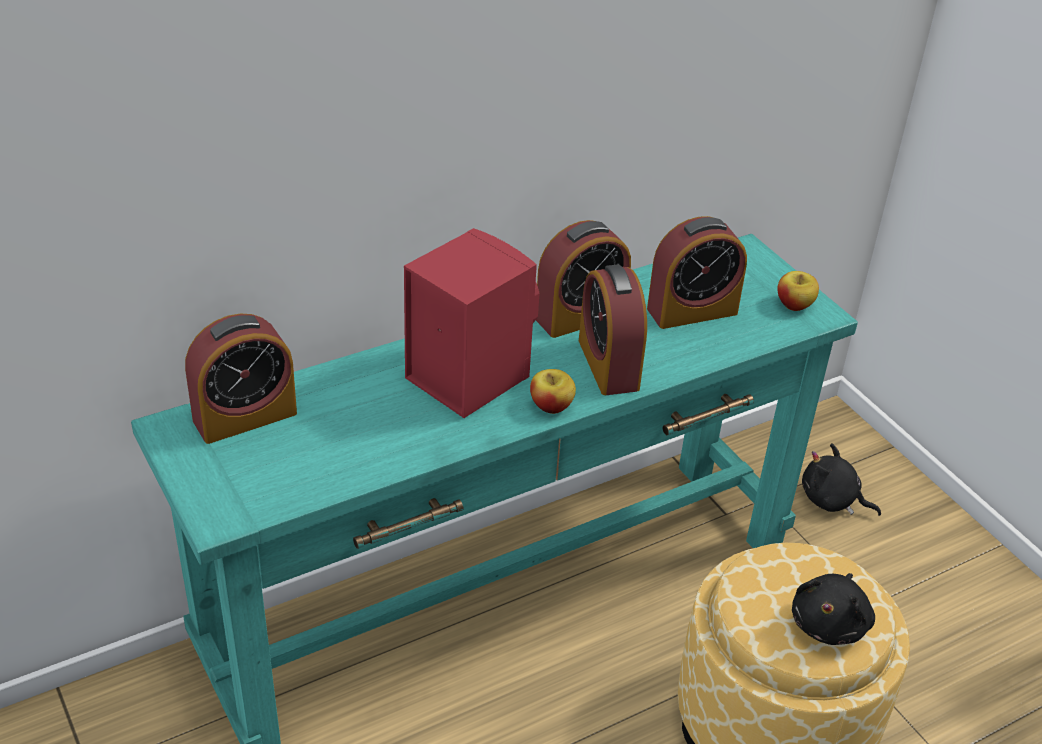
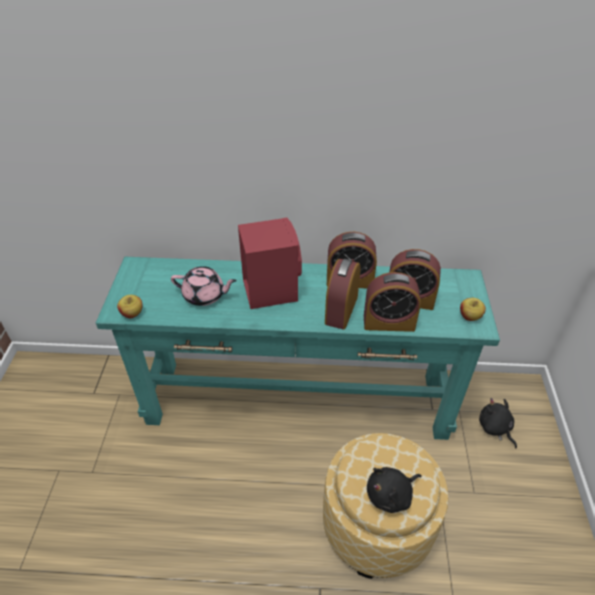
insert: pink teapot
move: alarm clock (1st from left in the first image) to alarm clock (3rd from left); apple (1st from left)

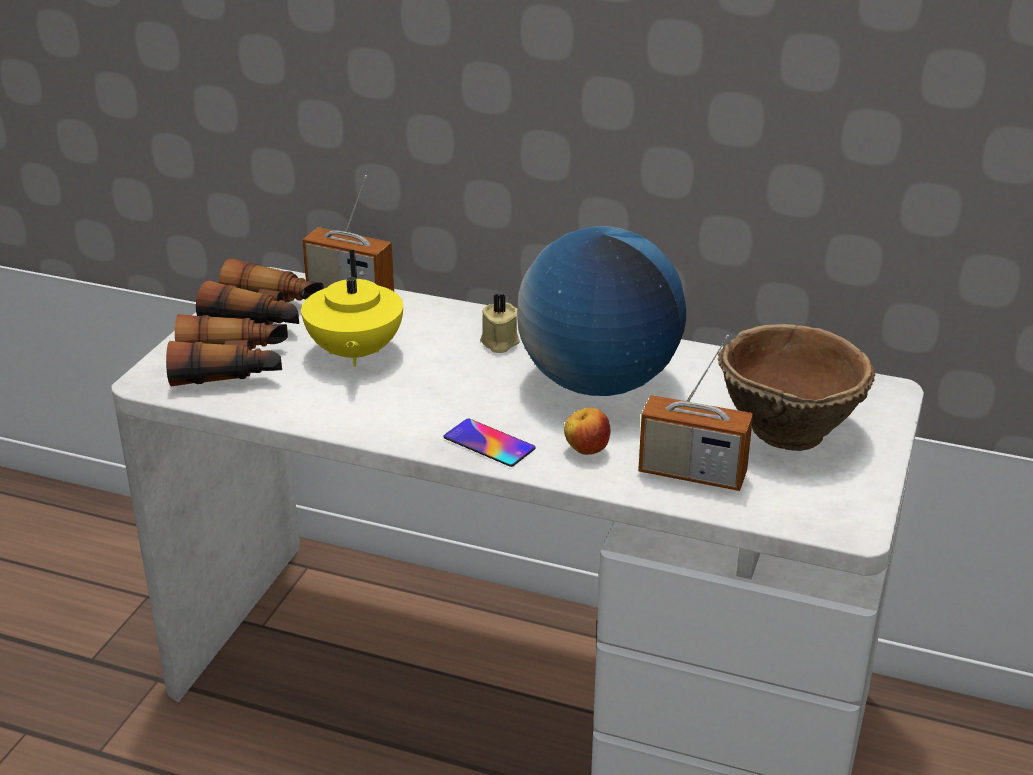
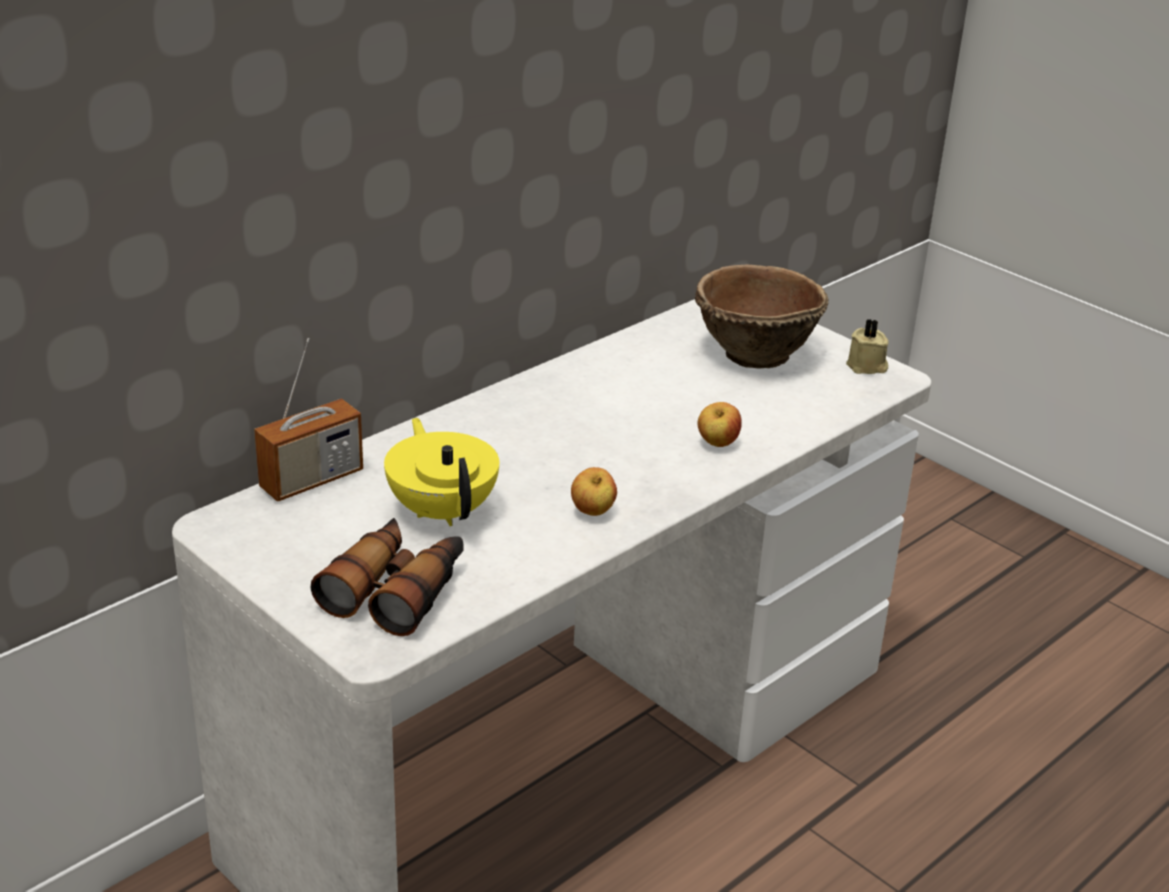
delete: binoculars (2nd from left); phone; globe; radio (2nd from left)
insert: apple (1st from left)
move: beige candle
rotate: yellow teapot 135 degrees counterclockwise

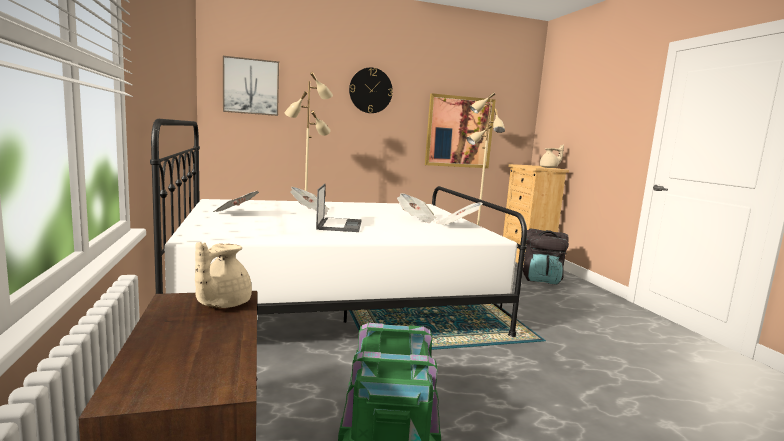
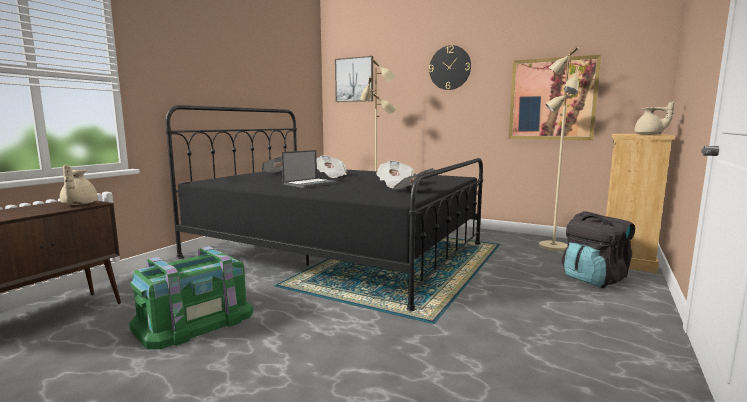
recolor: white bed to black bed
rotate: beige teapot (1st from left) 75 degrees counterclockwise

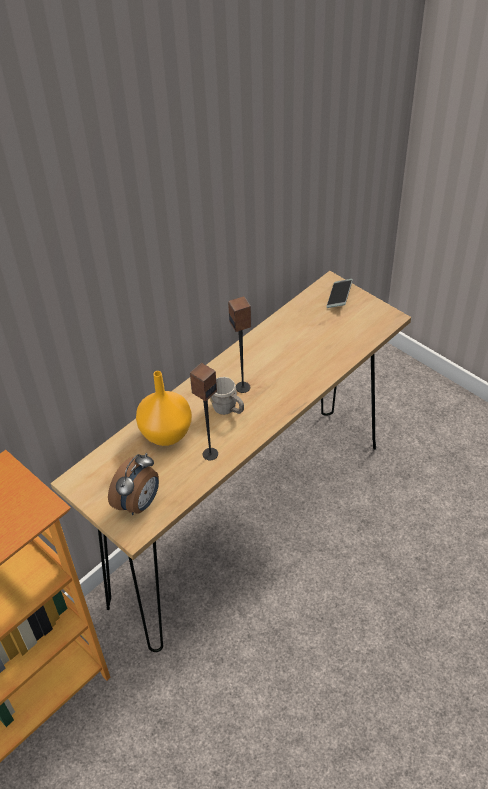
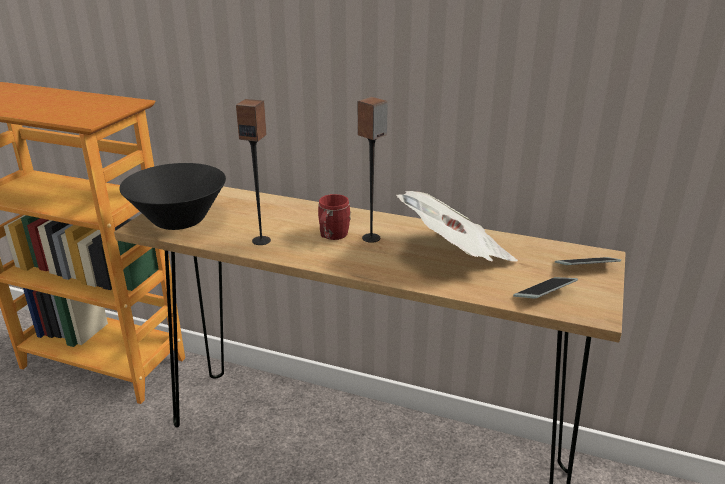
delete: orange vase
insert: newspaper; phone (1st from left)
replace: alarm clock to black bowl
recolor: grey mug to red mug

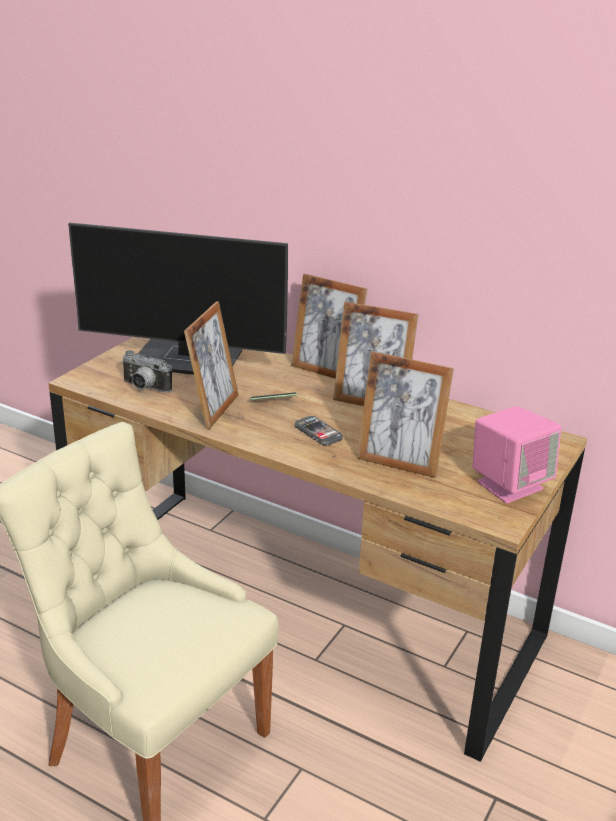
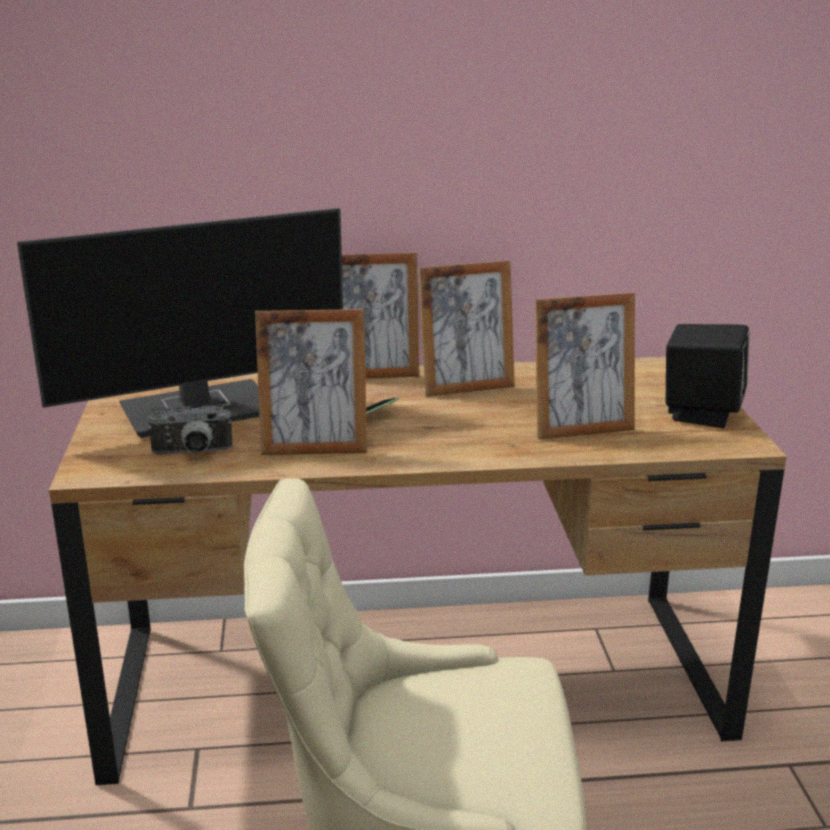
delete: phone (2nd from left)
recolor: pink speaker to black speaker
rotate: picture frame (1st from left) 105 degrees clockwise

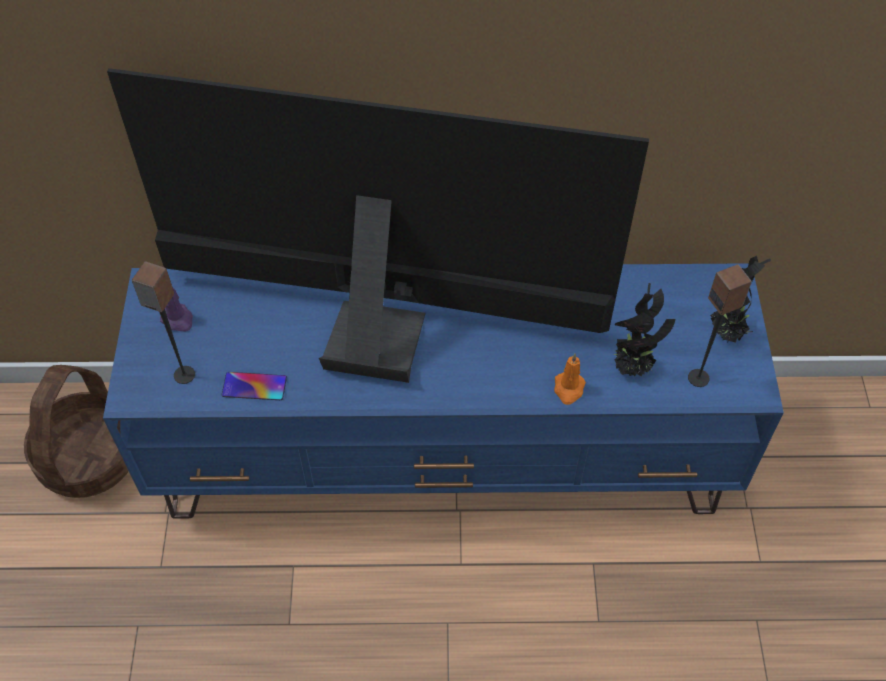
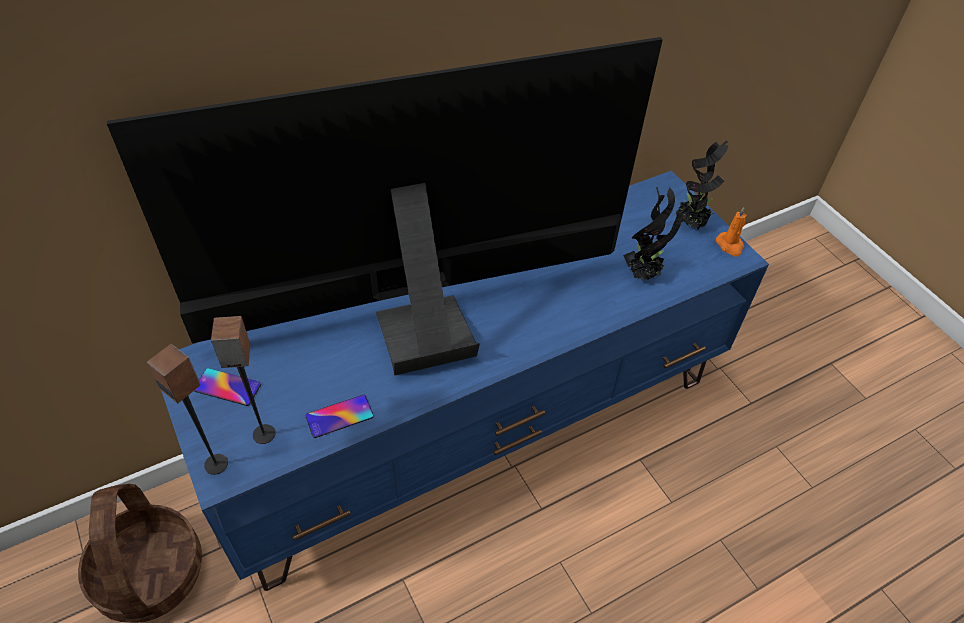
move: orange candle; speaker (2nd from left in the first image) to speaker (1st from left)
replace: purple candle to phone (1st from left)

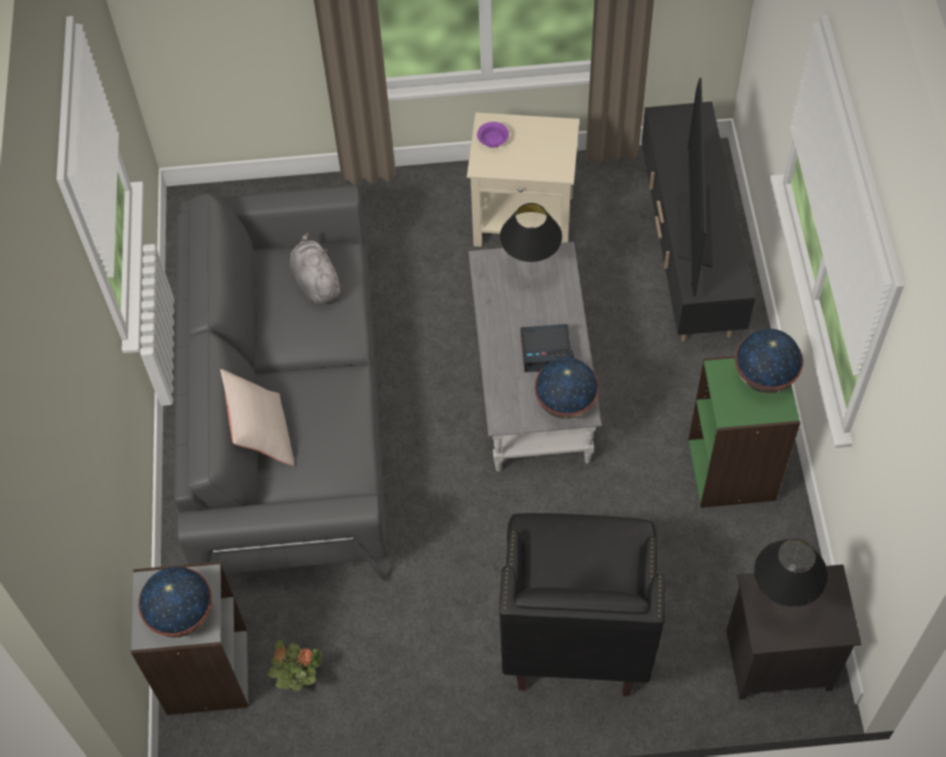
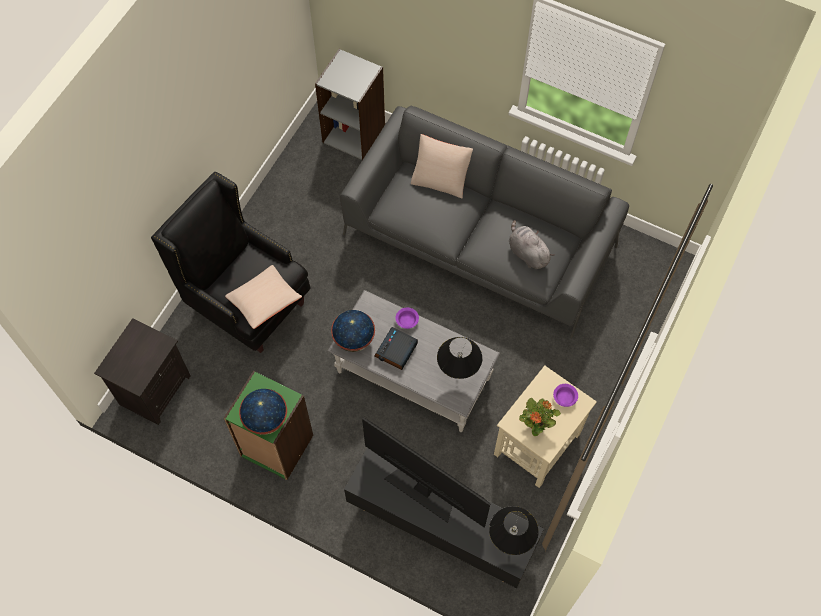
delete: globe (1st from left)
insert: beige pillow (1st from left); purple bowl (1st from left)
move: potted plant; black table lamp (2nd from left)
rotate: grey plush toy 135 degrees counterclockwise

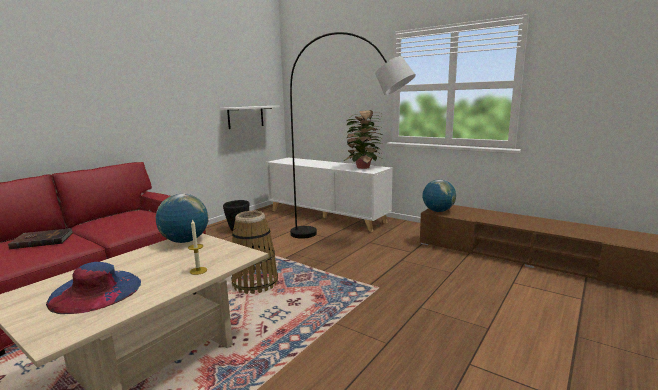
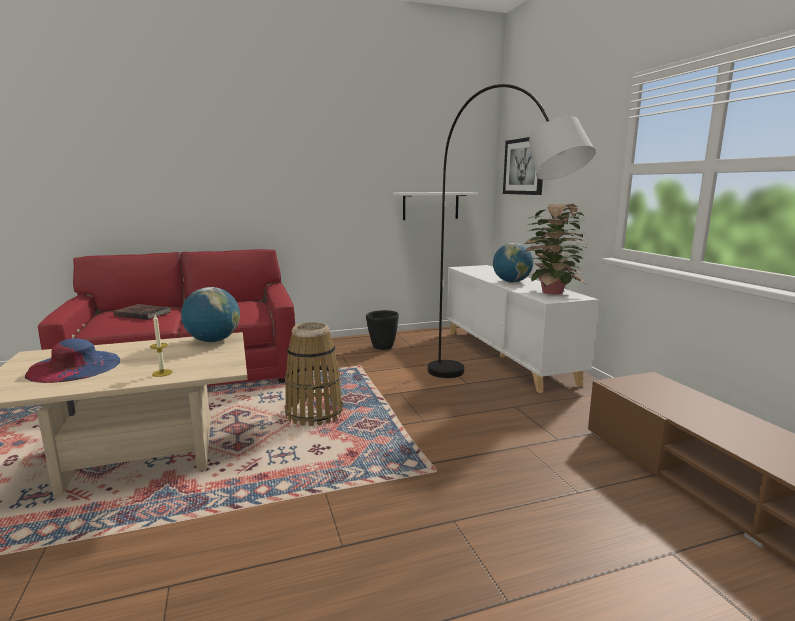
insert: picture
move: globe (2nd from left)

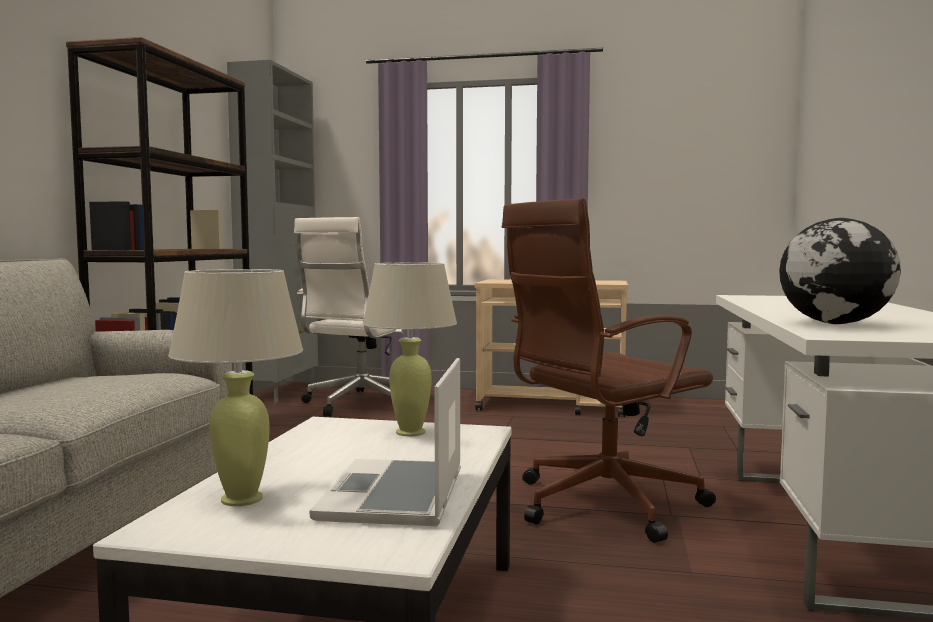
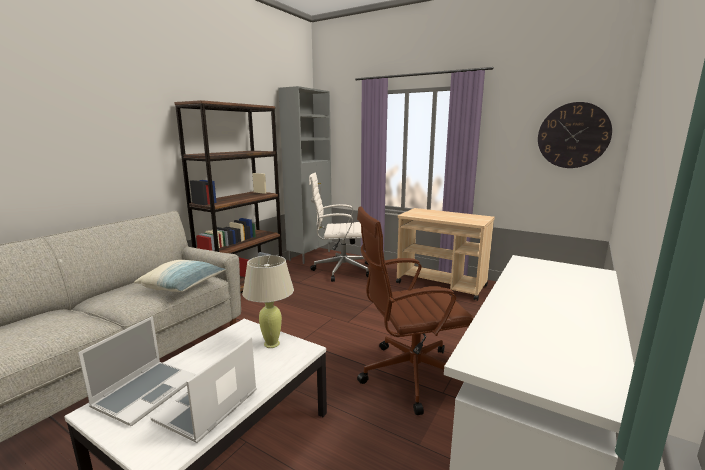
delete: globe
insert: pillow; wall clock
replace: beige table lamp (1st from left) to laptop (1st from left)
rotate: white office chair 45 degrees clockwise

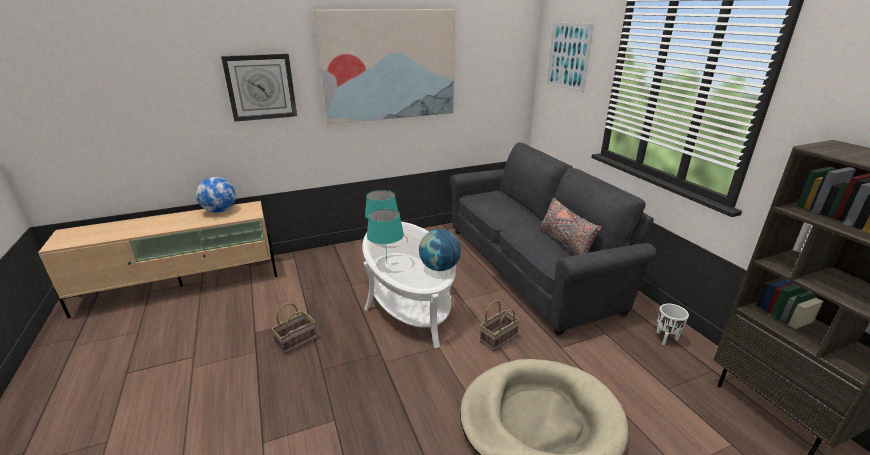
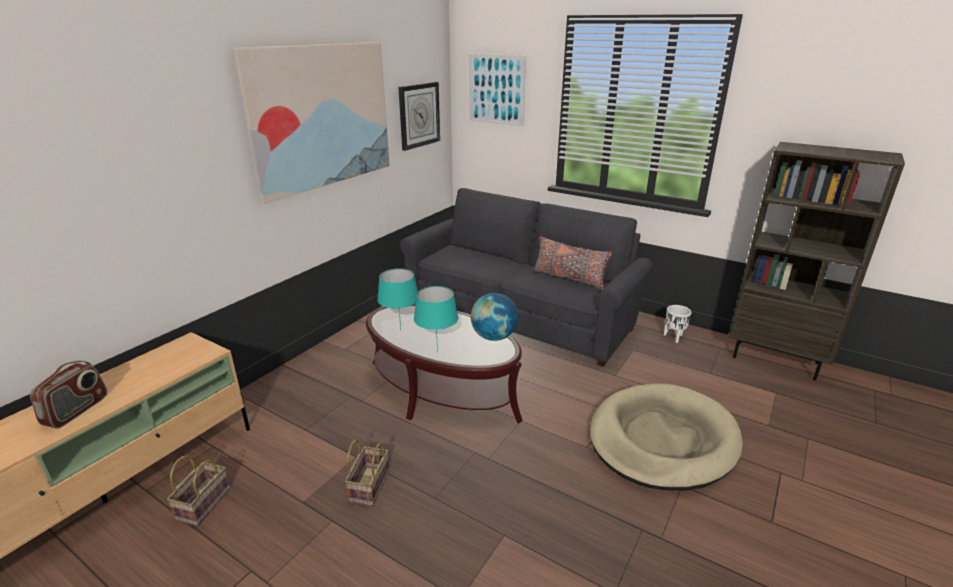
delete: globe (1st from left)
insert: radio
move: wall clock; basket (2nd from left in the first image) to basket (1st from left)
recolor: white coffee table to brown coffee table

